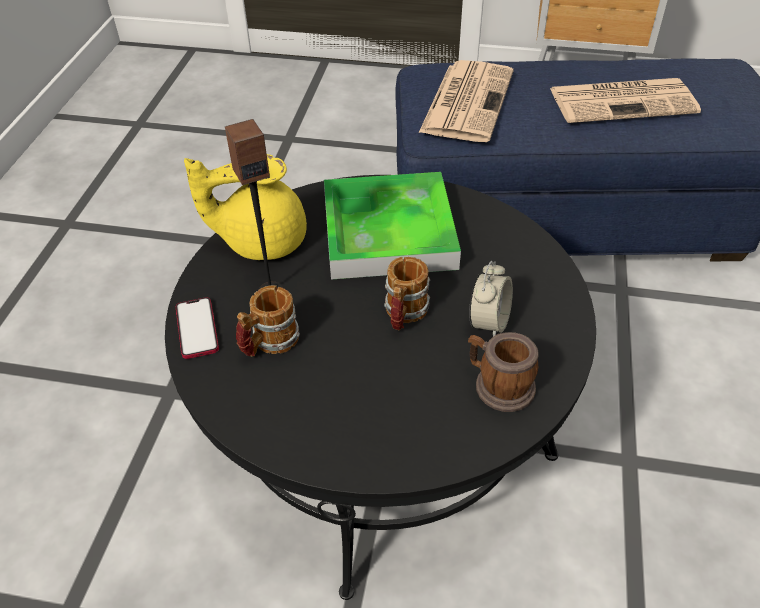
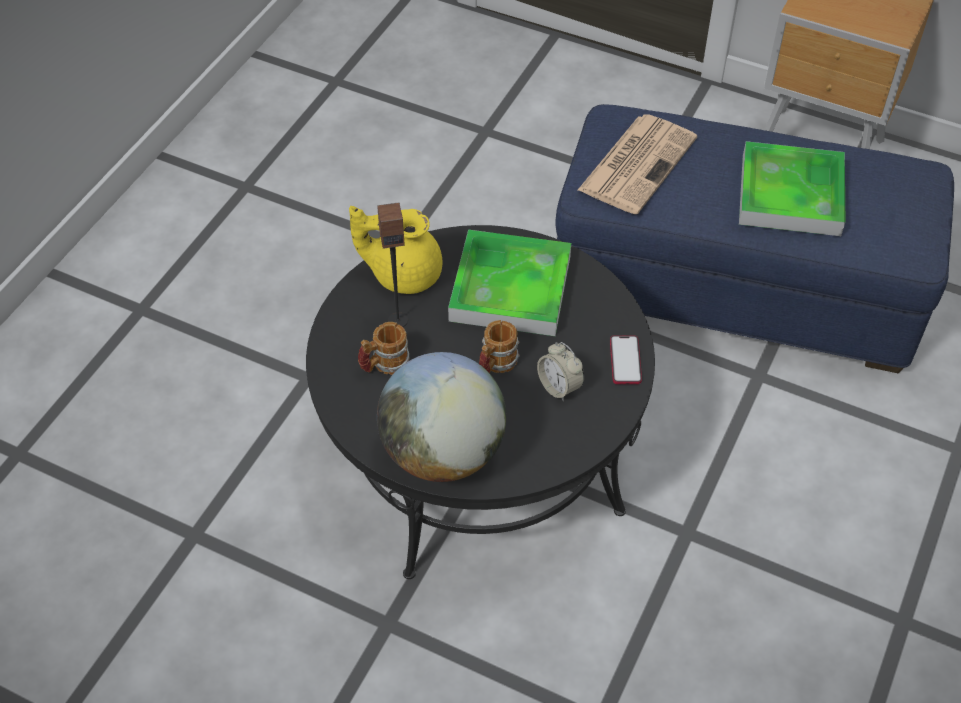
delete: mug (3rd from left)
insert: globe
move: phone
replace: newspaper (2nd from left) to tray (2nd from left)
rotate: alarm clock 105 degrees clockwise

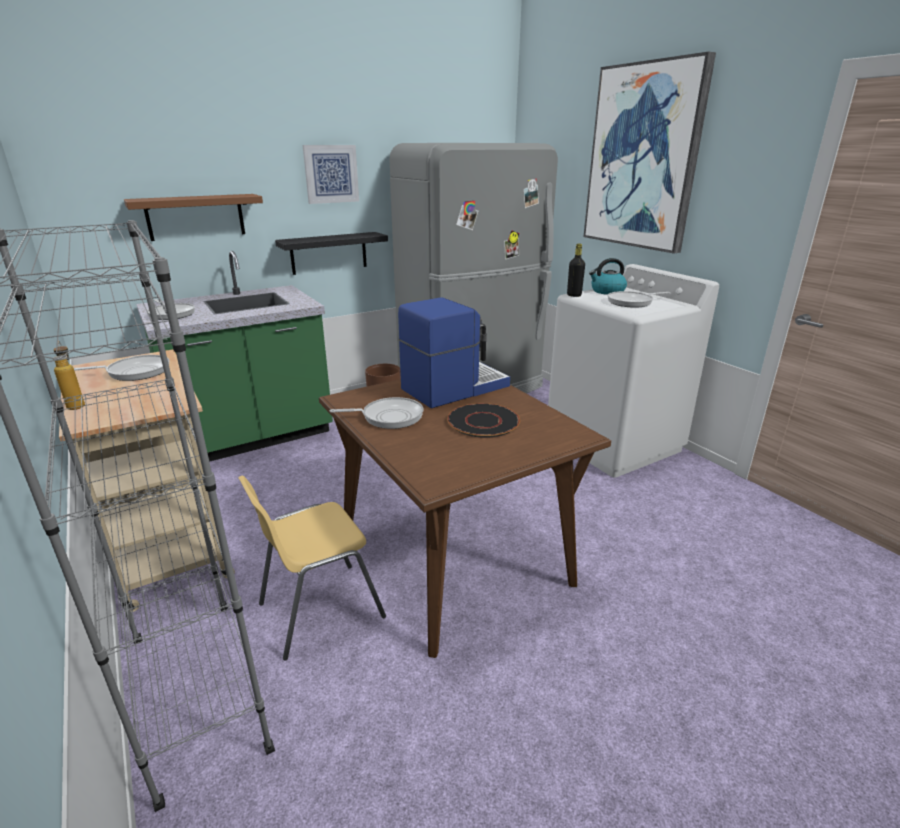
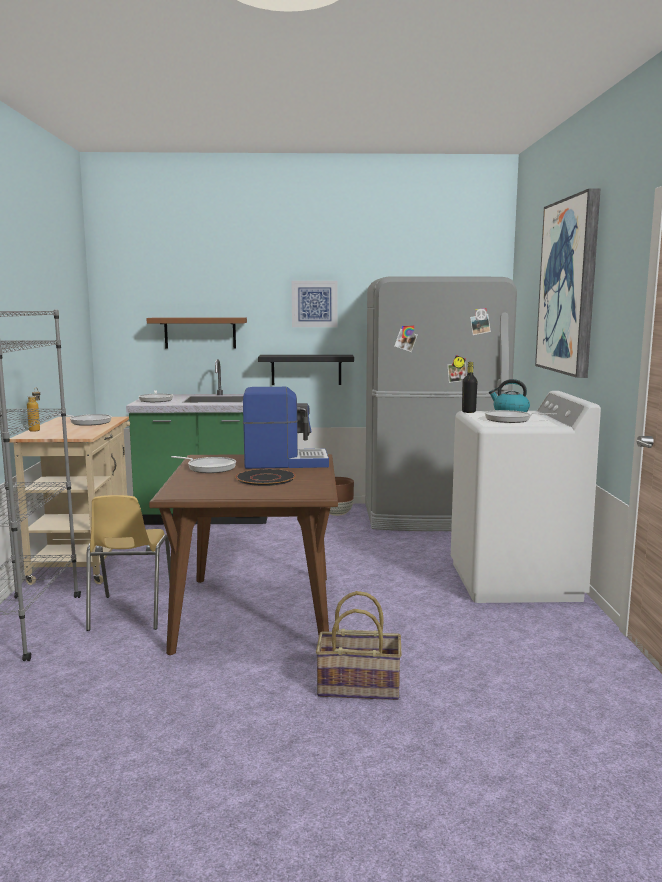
insert: basket
rotate: yellow chair 90 degrees counterclockwise

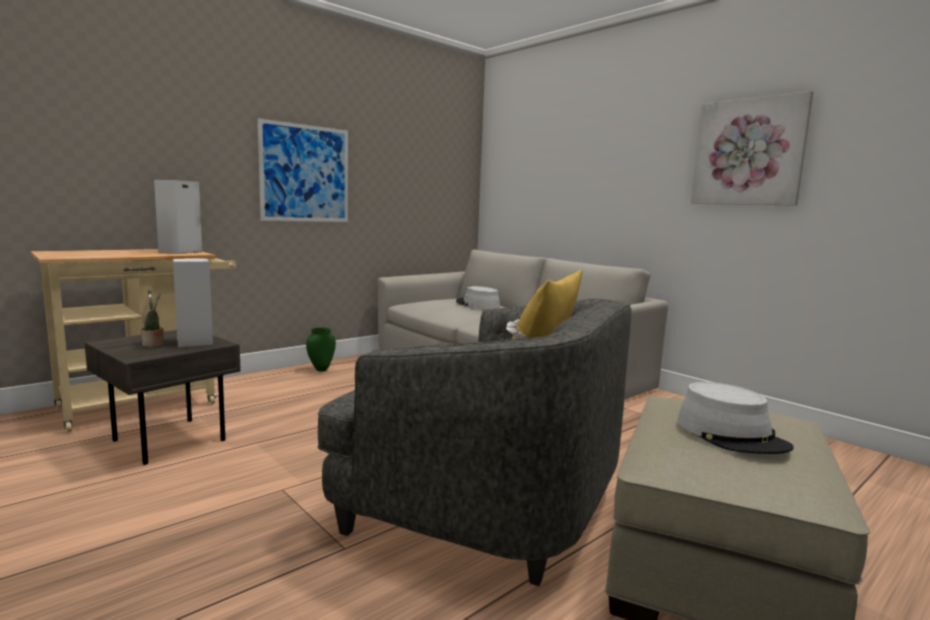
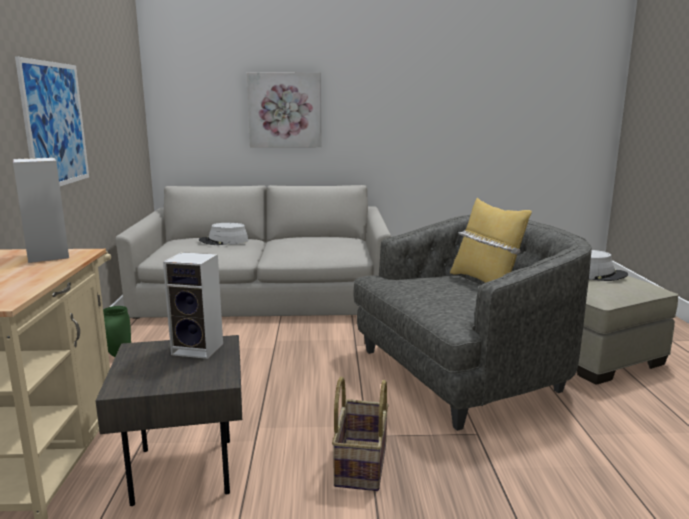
delete: potted plant
insert: basket
move: picture (2nd from left)

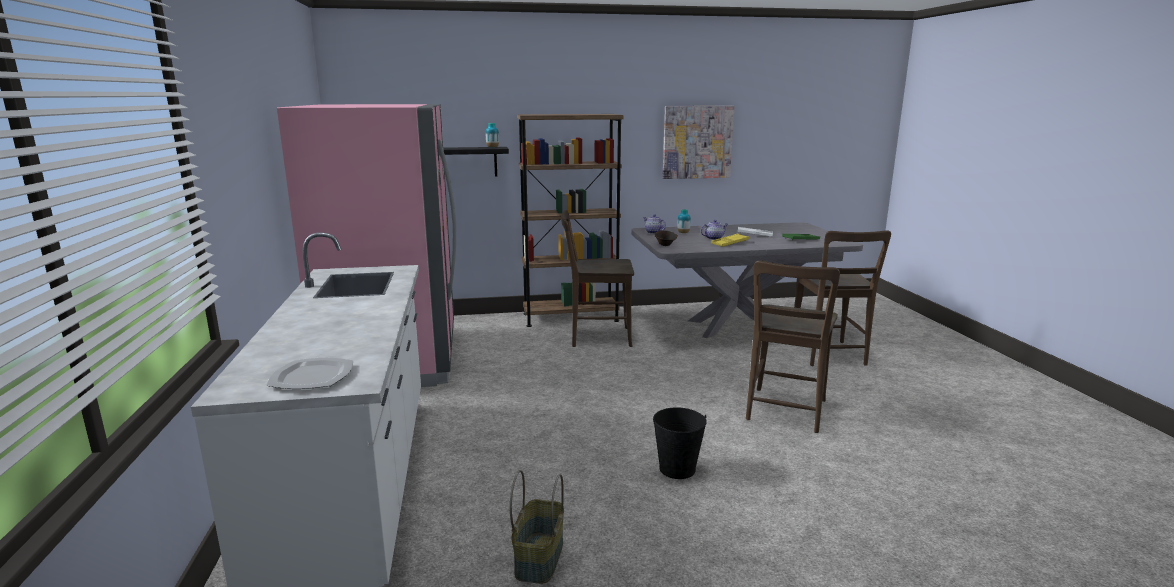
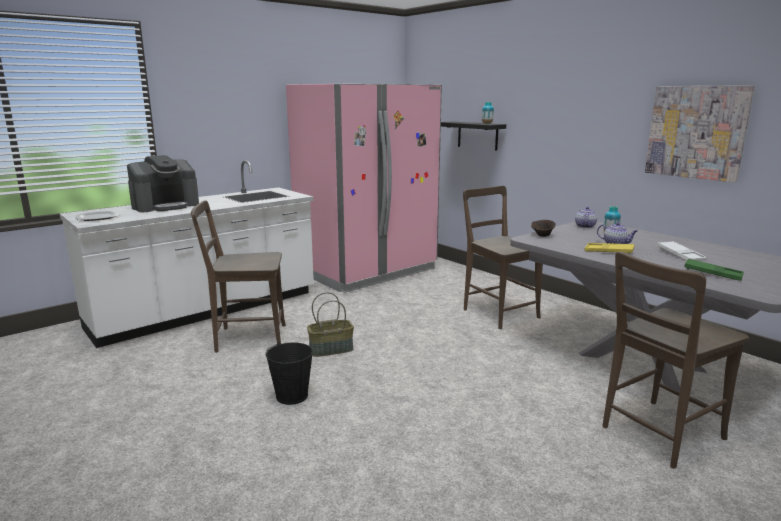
delete: brown bookcase
insert: coffee machine
move: basket; brown chair (2nd from left in the first image) to brown chair (1st from left)

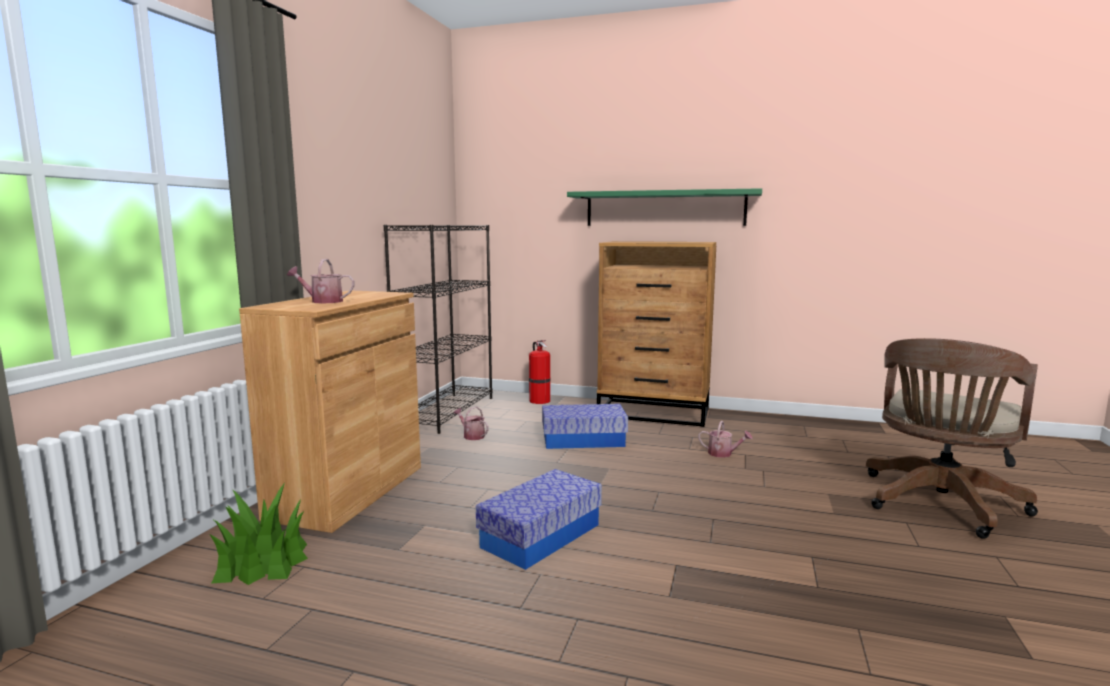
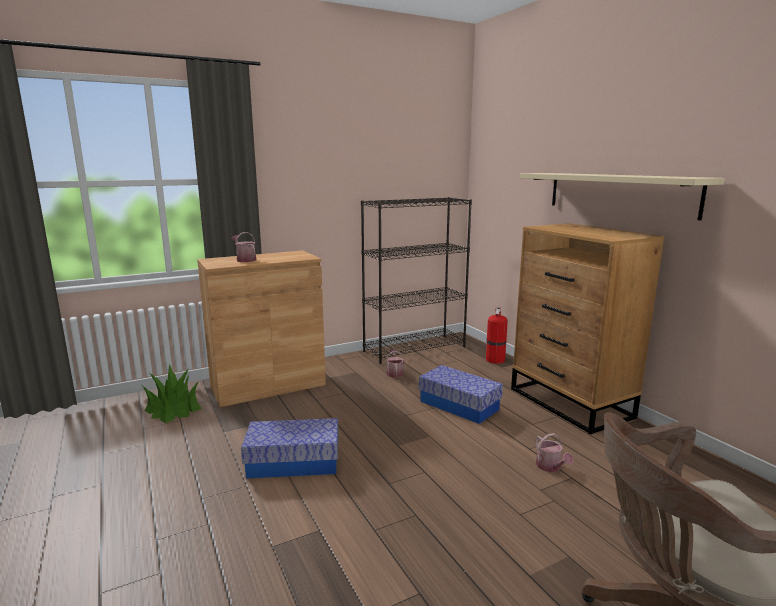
recolor: green shelf to beige shelf

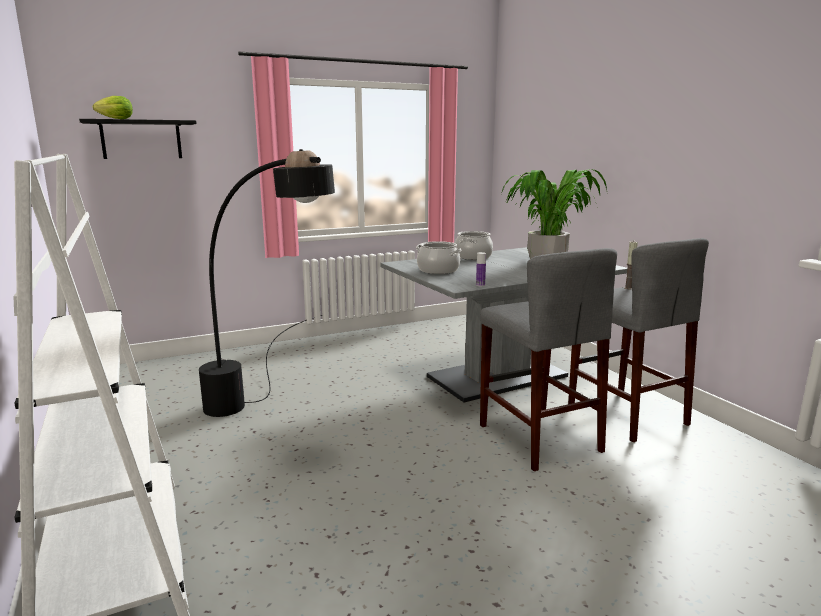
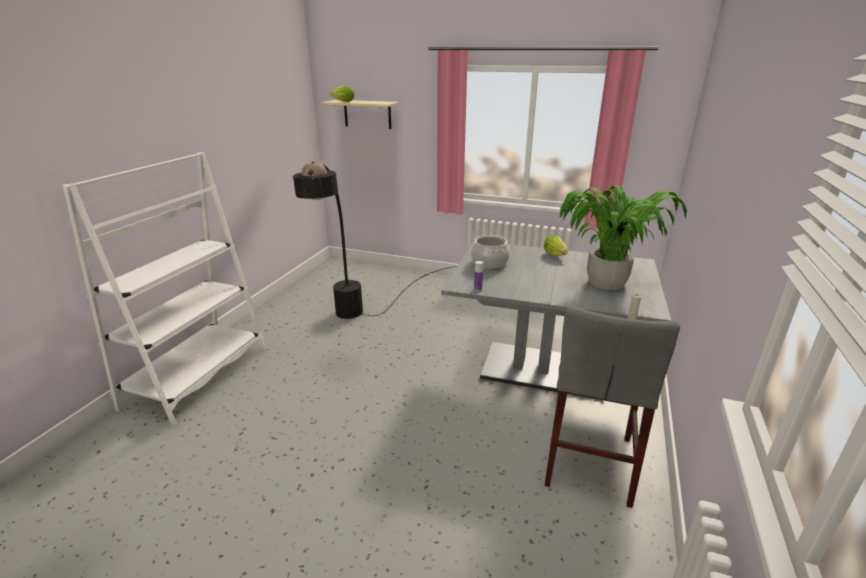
delete: grey stool (1st from left)
replace: cooking pot (2nd from left) to lettuce (2nd from left)
recolor: black shelf to beige shelf

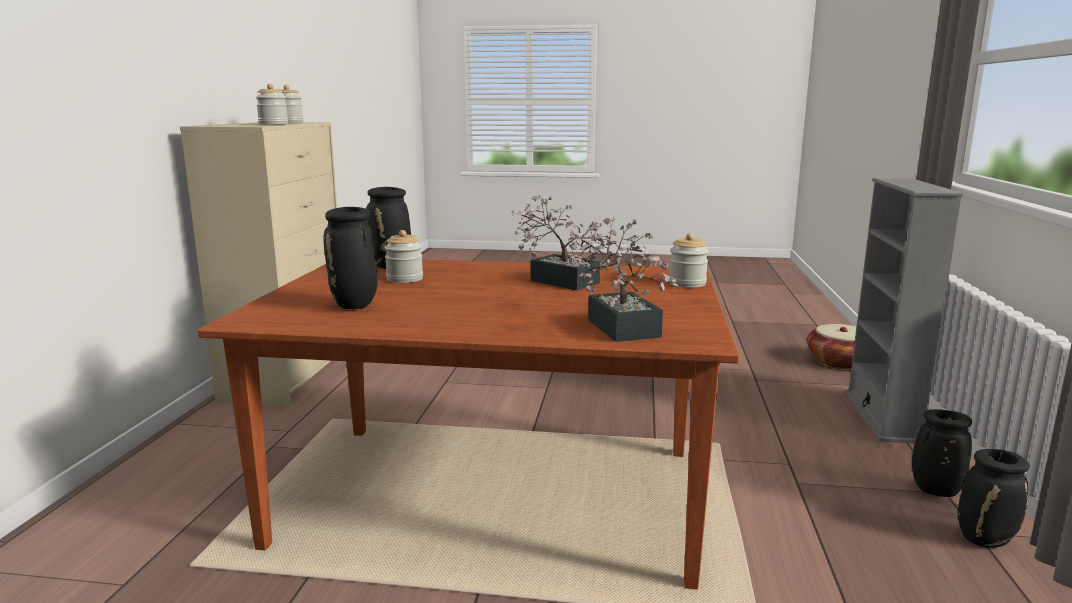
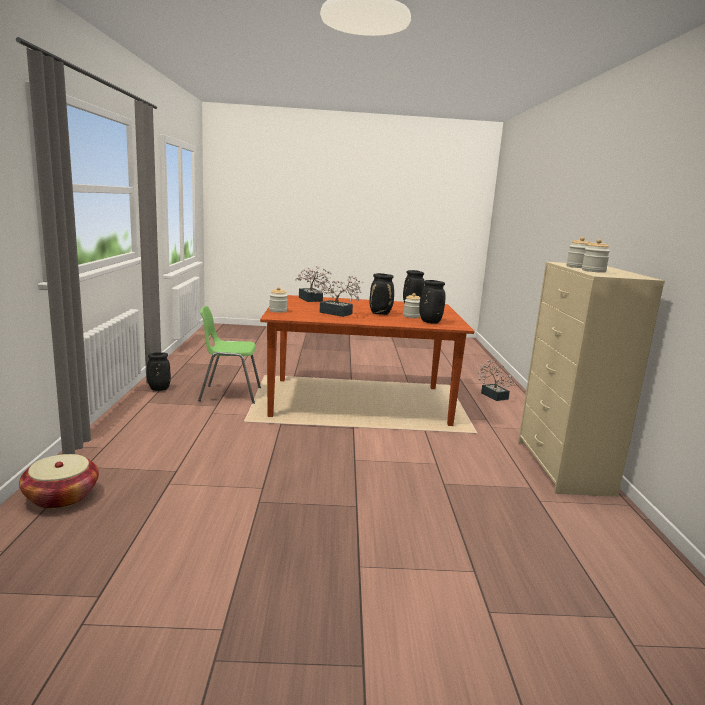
delete: grey bookcase
insert: green chair; potted plant (3rd from left)
move: black vase (3rd from left in the first image) to black vase (2nd from left)

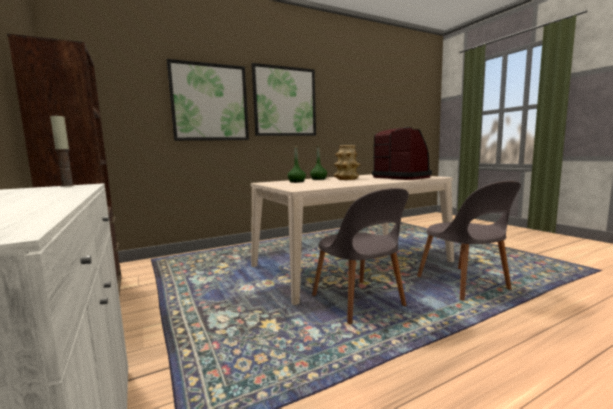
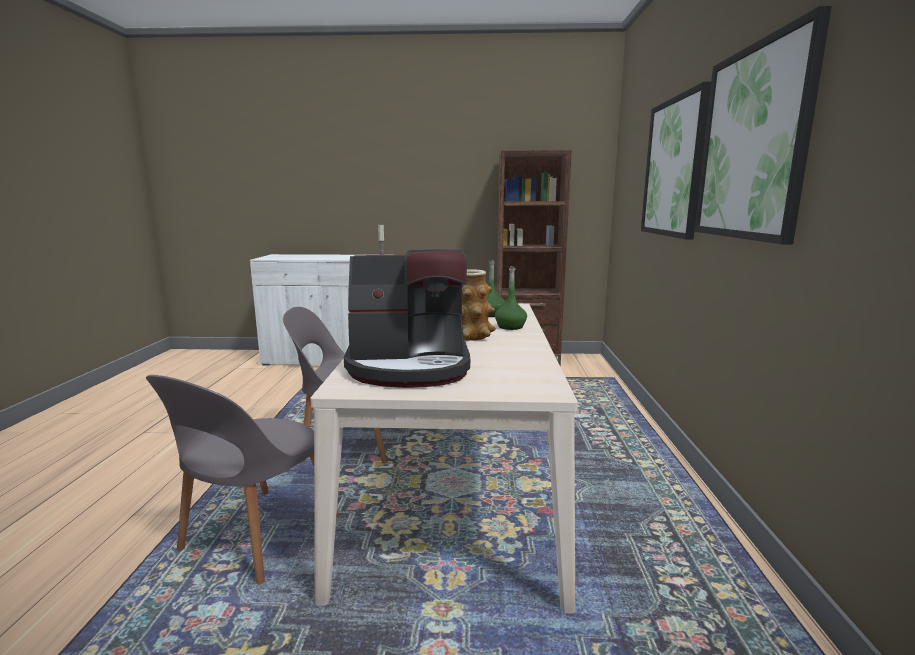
rotate: grey chair (2nd from left in the first image) 75 degrees counterclockwise

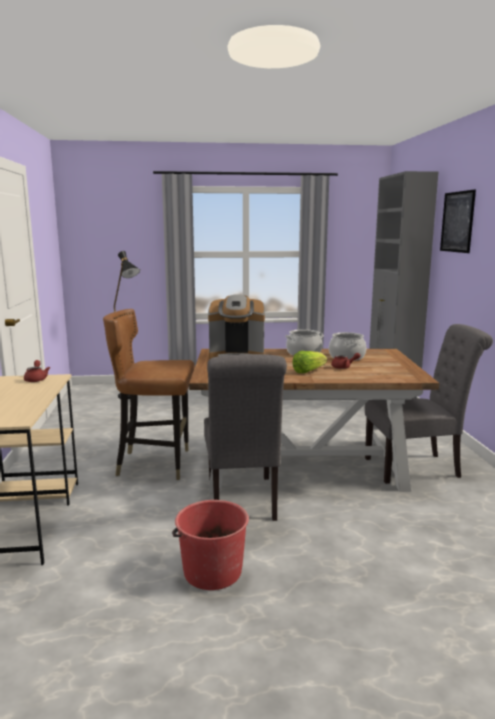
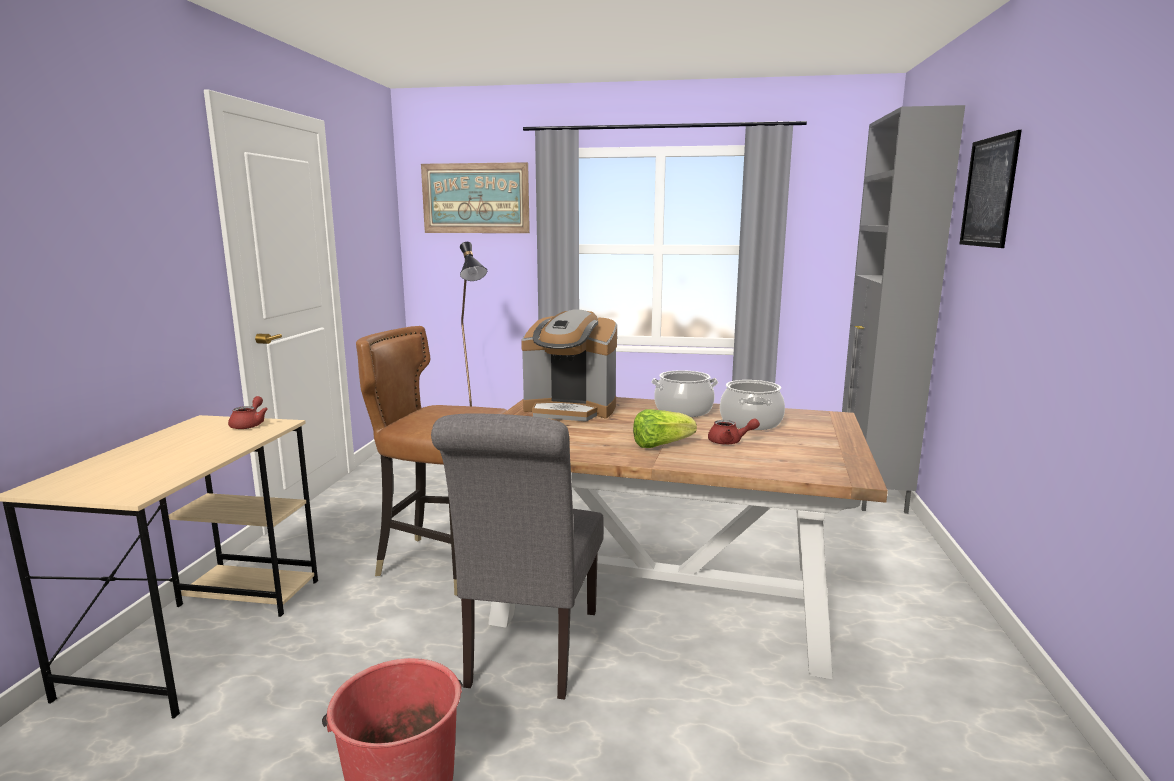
delete: grey chair (2nd from left)
insert: picture (1st from left)

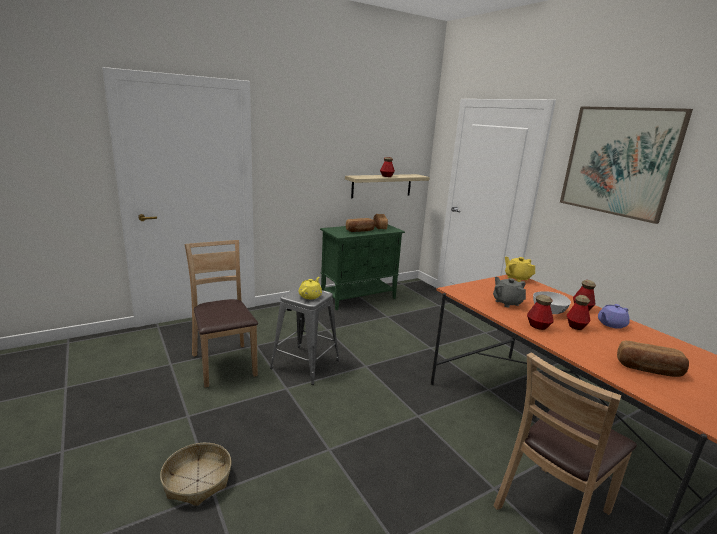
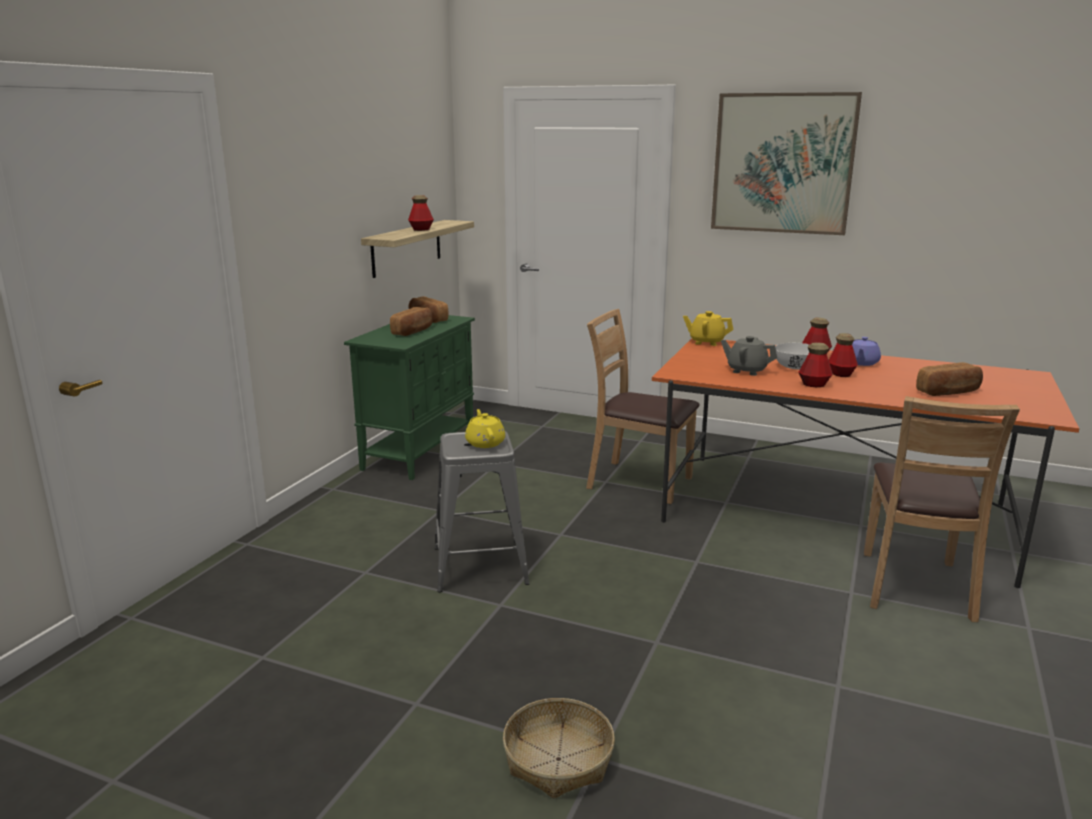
move: brown chair (1st from left)

